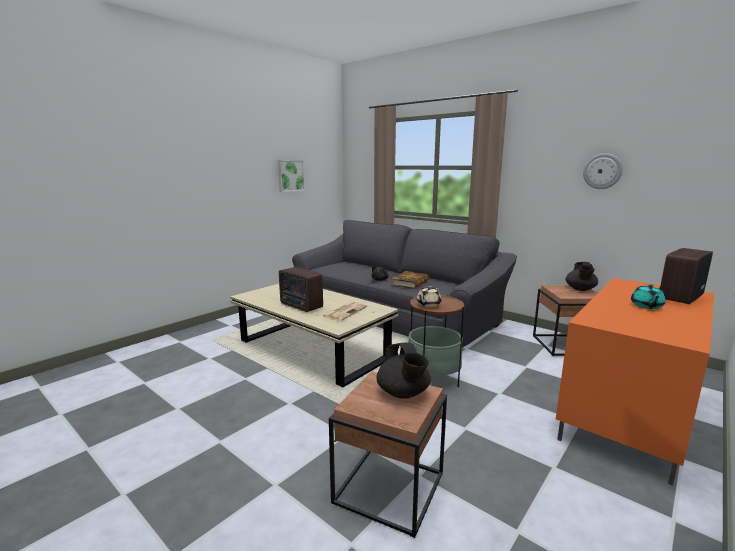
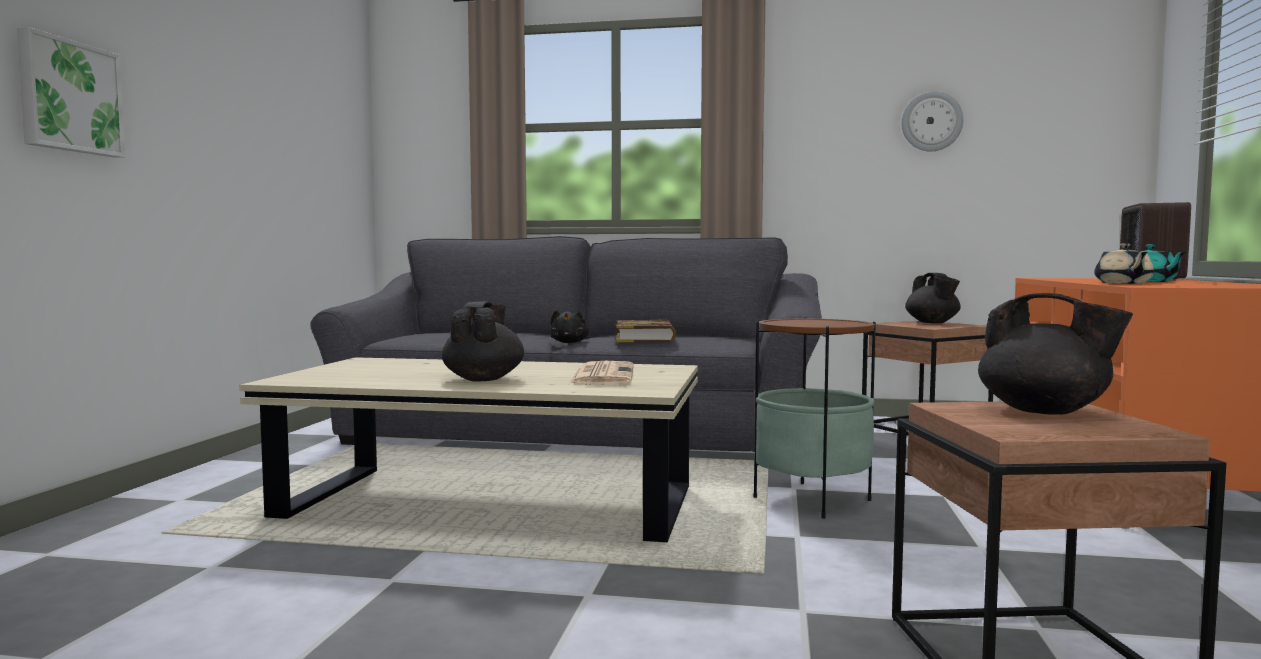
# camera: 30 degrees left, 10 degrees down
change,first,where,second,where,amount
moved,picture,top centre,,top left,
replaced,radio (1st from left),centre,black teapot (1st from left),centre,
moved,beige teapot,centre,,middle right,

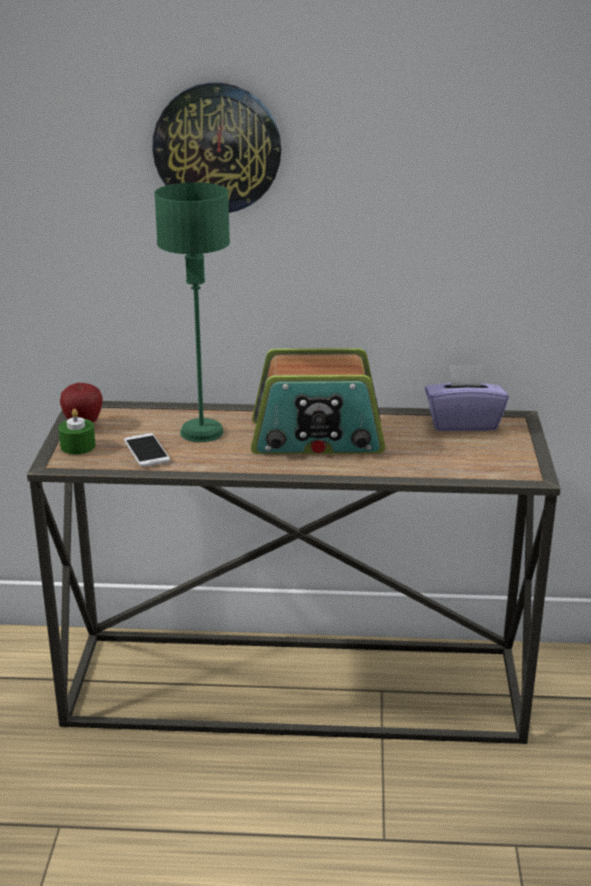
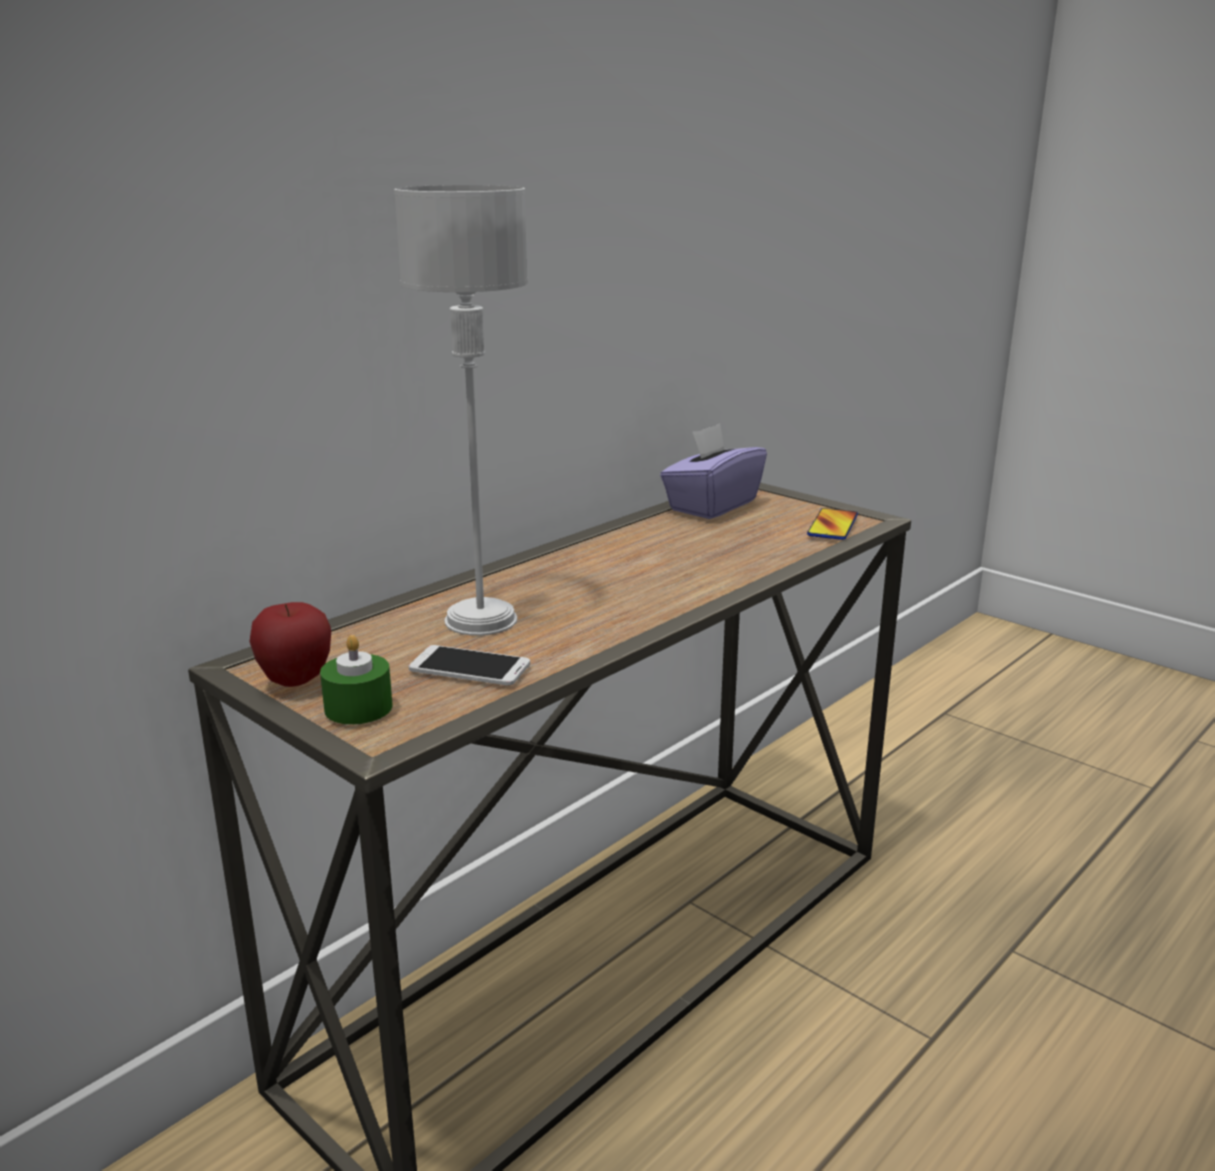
# camera: 50 degrees left, 5 degrees down
change,first,where,second,where,amount
removed,wall clock,top centre,,,
recoloured,green table lamp,middle left,grey table lamp,centre,
removed,radio,centre,,,
added,,,phone (2nd from left),middle right,

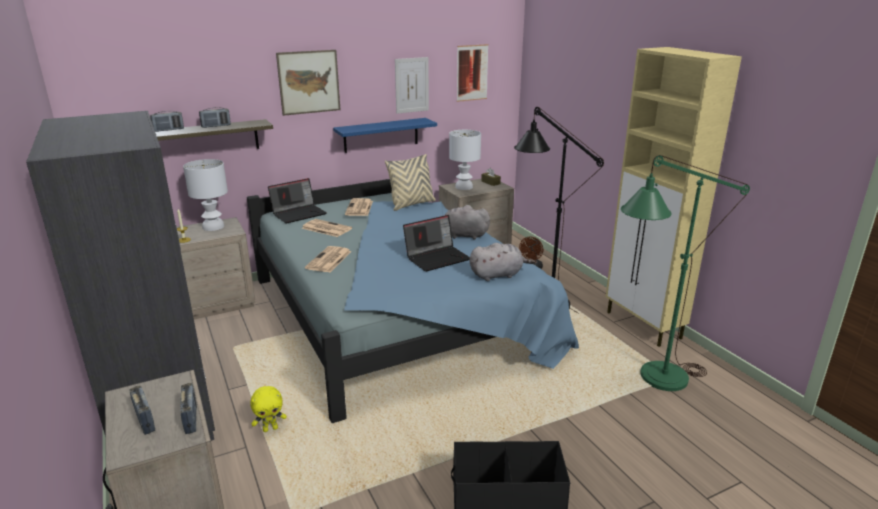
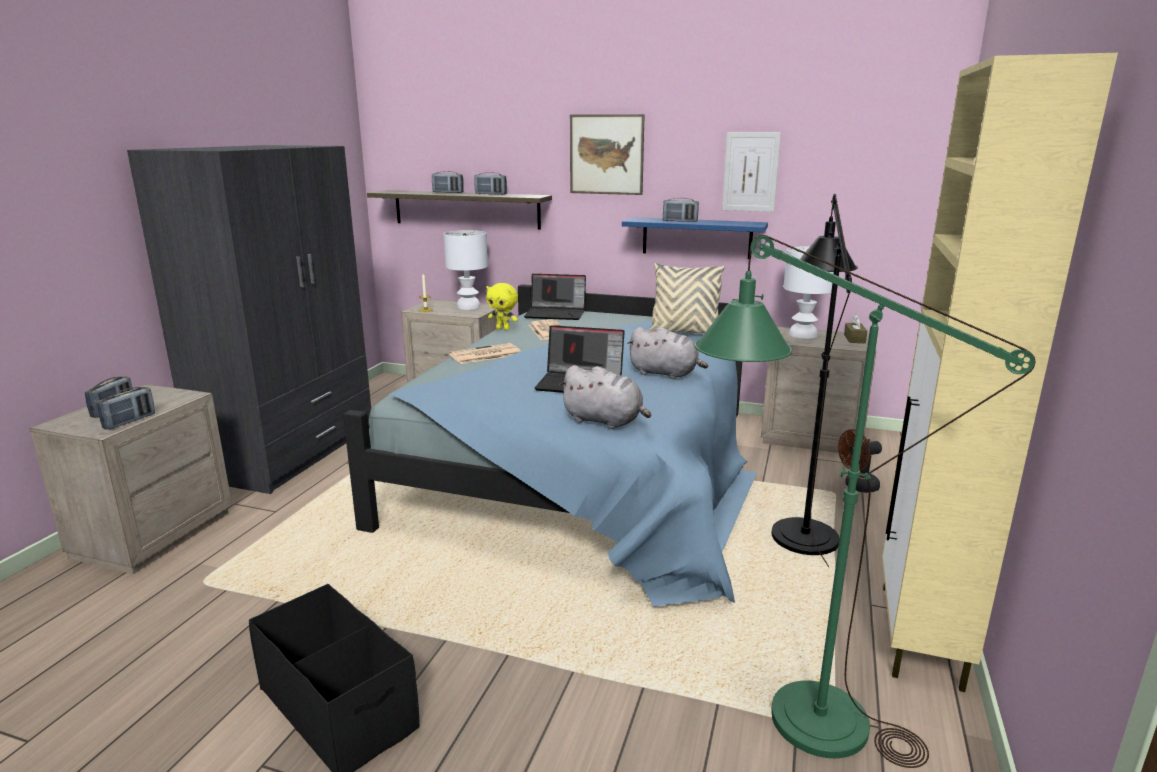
# camera: 45 degrees right, 5 degrees down
change,first,where,second,where,amount
removed,picture (3rd from left),top centre,,,
removed,newspaper (3rd from left),centre,,,
turned,grey plush toy (1st from left in the first image),centre,grey plush toy (2nd from left),centre,150 degrees clockwise
moved,yellow plush toy,bottom left,,centre,
added,,,radio (5th from left),top centre,

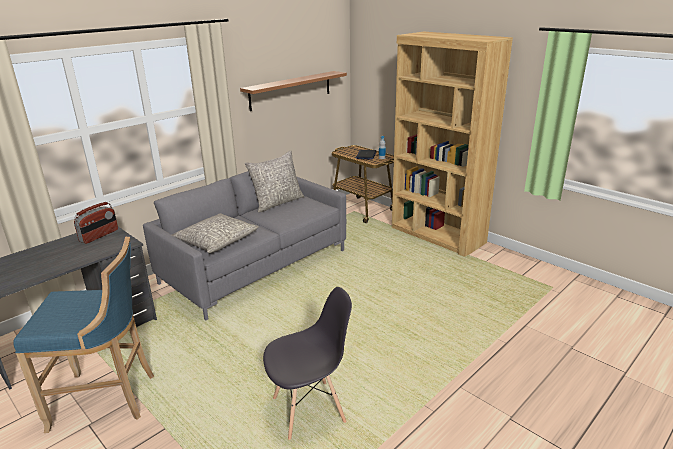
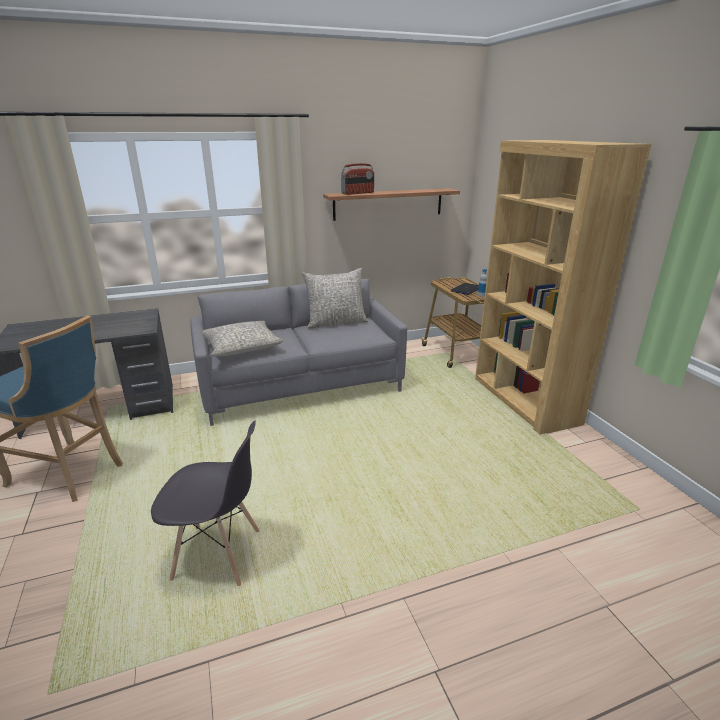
# camera: 25 degrees right, 0 degrees up
change,first,where,second,where,amount
moved,radio,middle left,,top centre,

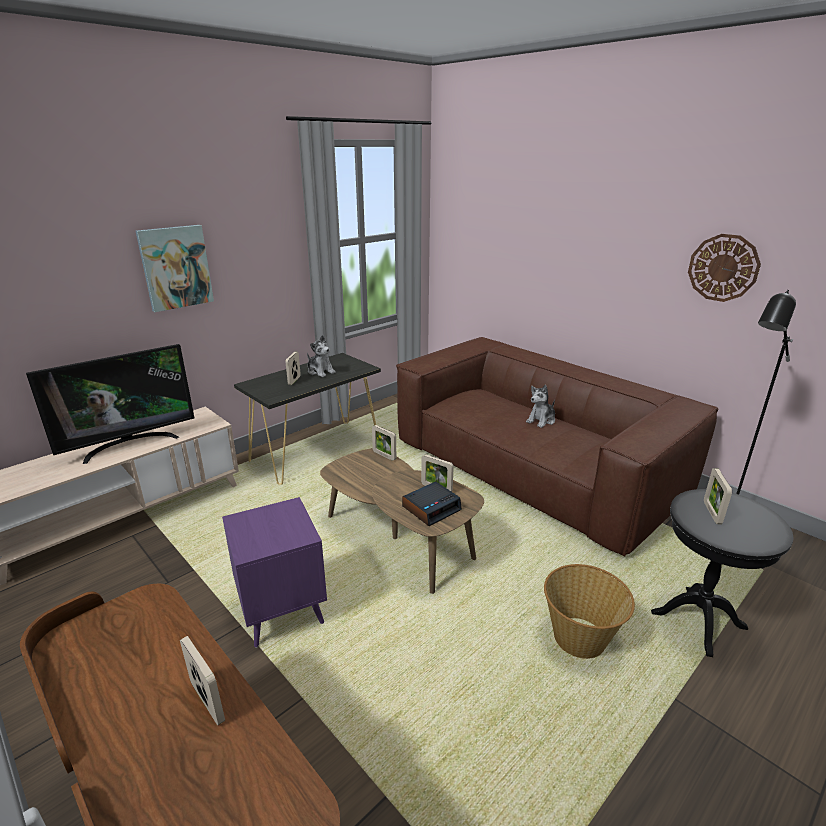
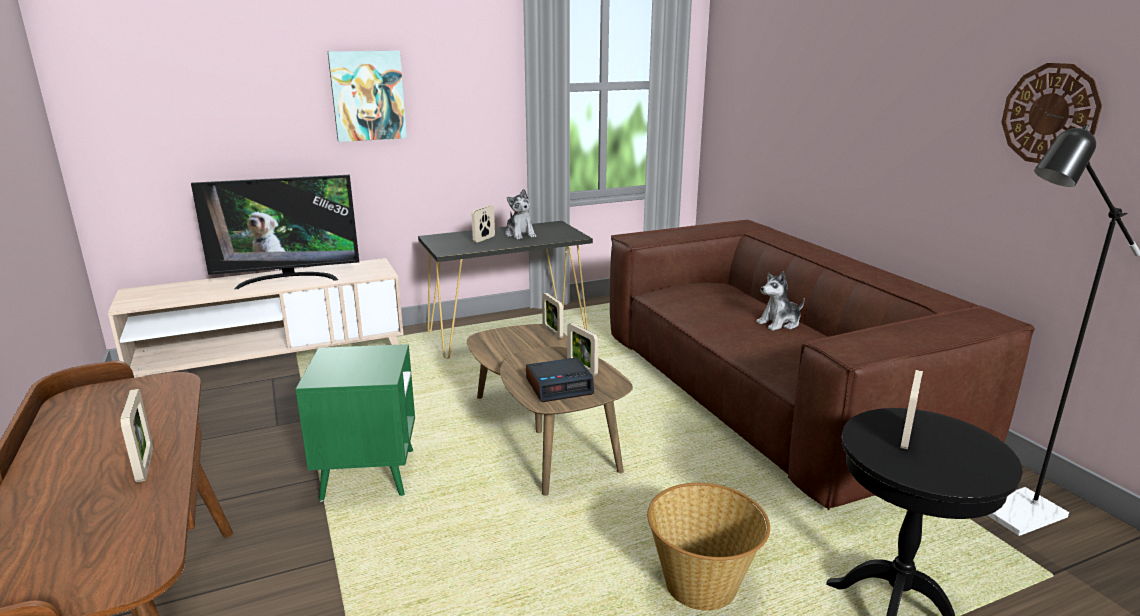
# camera: 20 degrees right, 5 degrees down
change,first,where,second,where,amount
recoloured,purple side table,bottom left,green side table,bottom left,

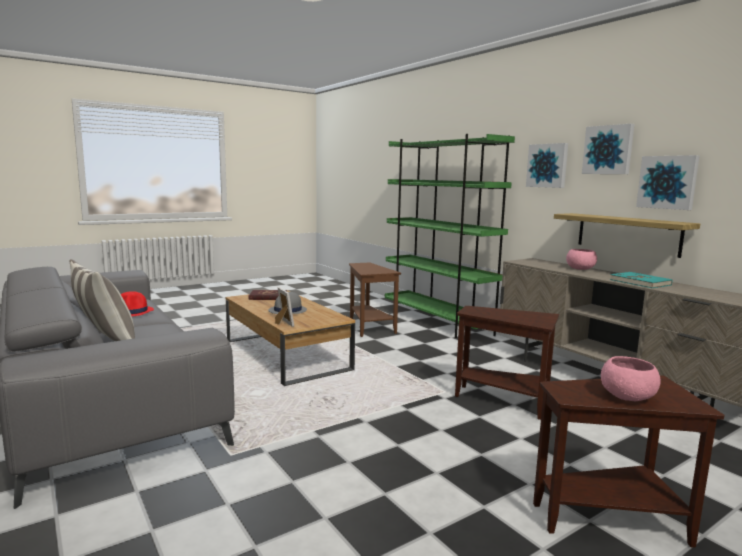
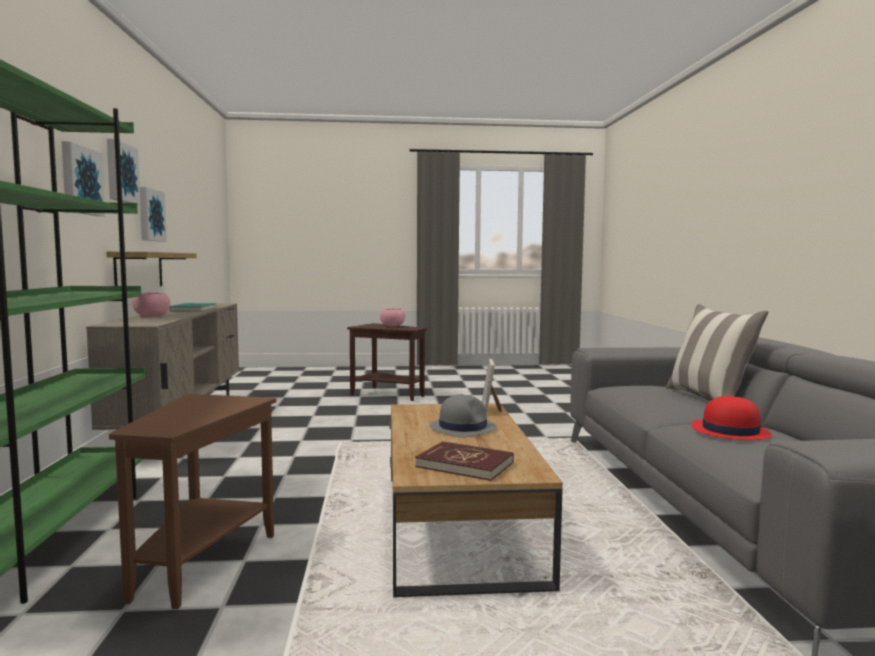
# camera: 150 degrees left, 5 degrees down
change,first,where,second,where,amount
removed,brown side table (2nd from left),middle right,,,

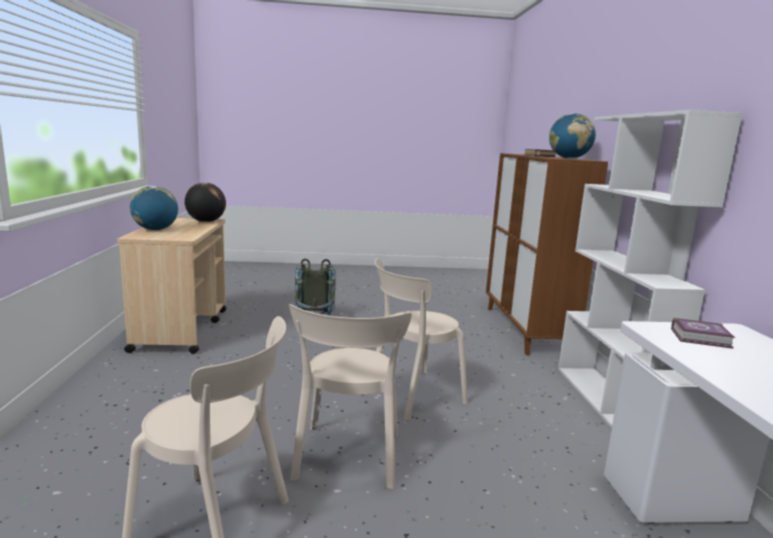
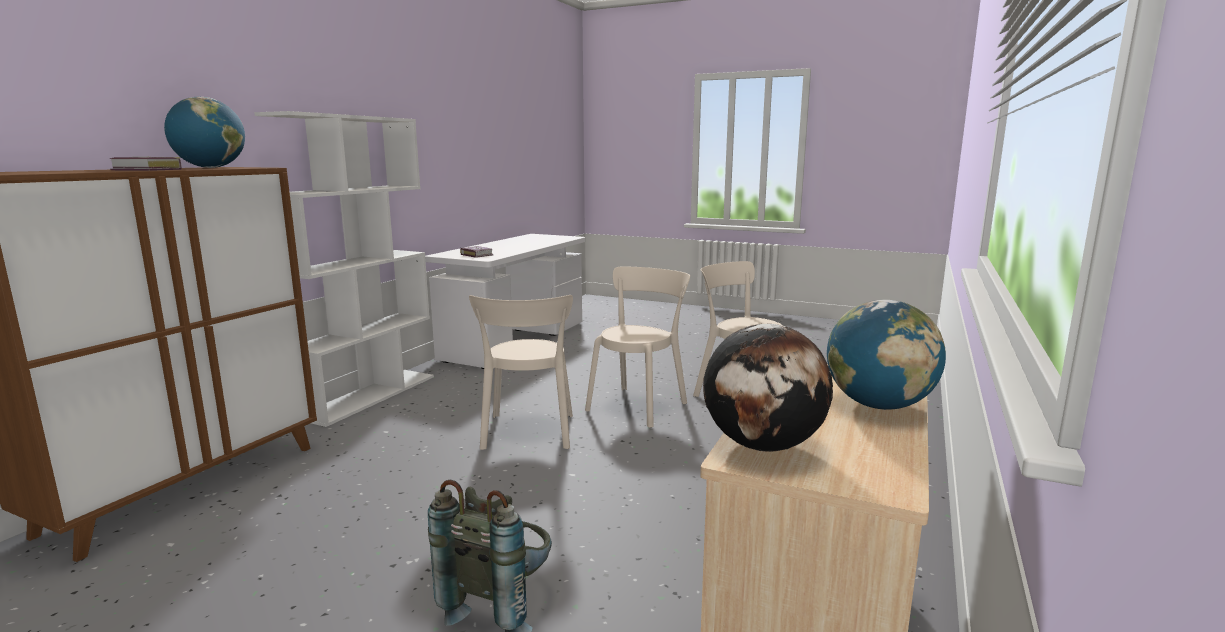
# camera: 150 degrees left, 0 degrees up
change,first,where,second,where,amount
turned,beige chair (3rd from left in the first image),centre,beige chair (1st from left),centre,90 degrees clockwise

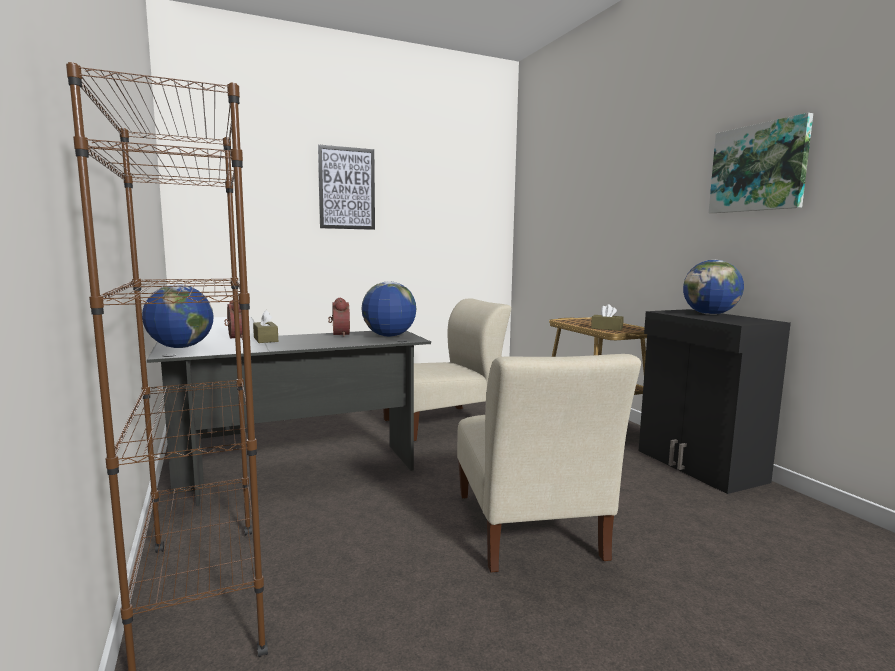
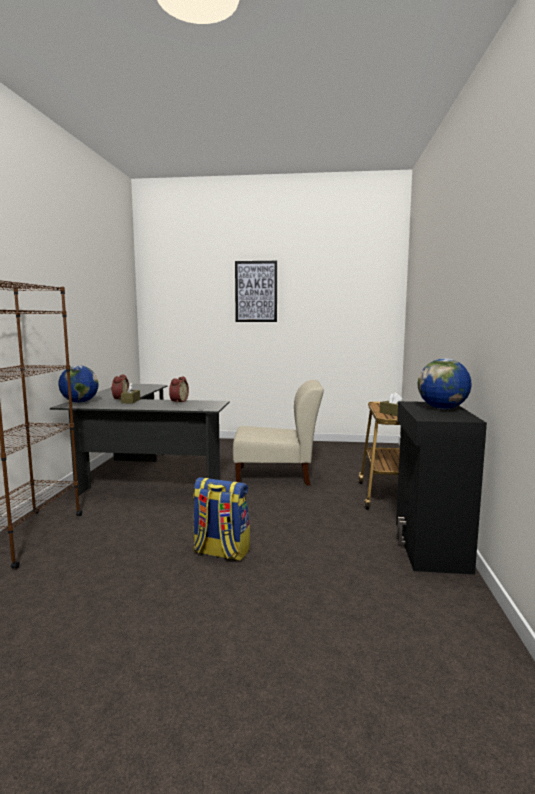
# camera: 30 degrees right, 0 degrees up
change,first,where,second,where,amount
removed,picture (2nd from left),top right,,,
removed,globe (2nd from left),centre,,,
replaced,beige chair (2nd from left),bottom centre,backpack,centre,

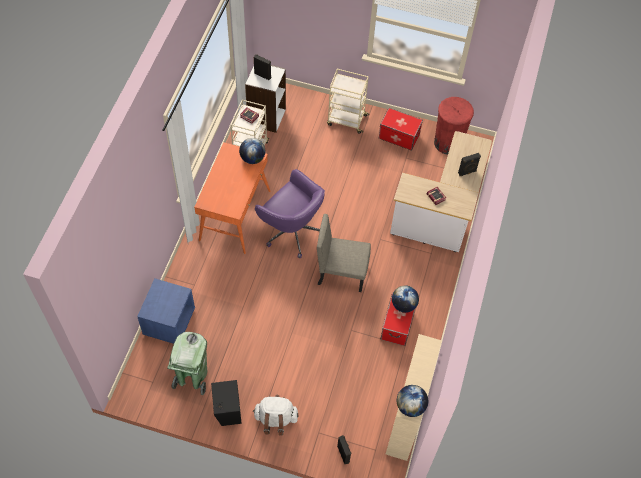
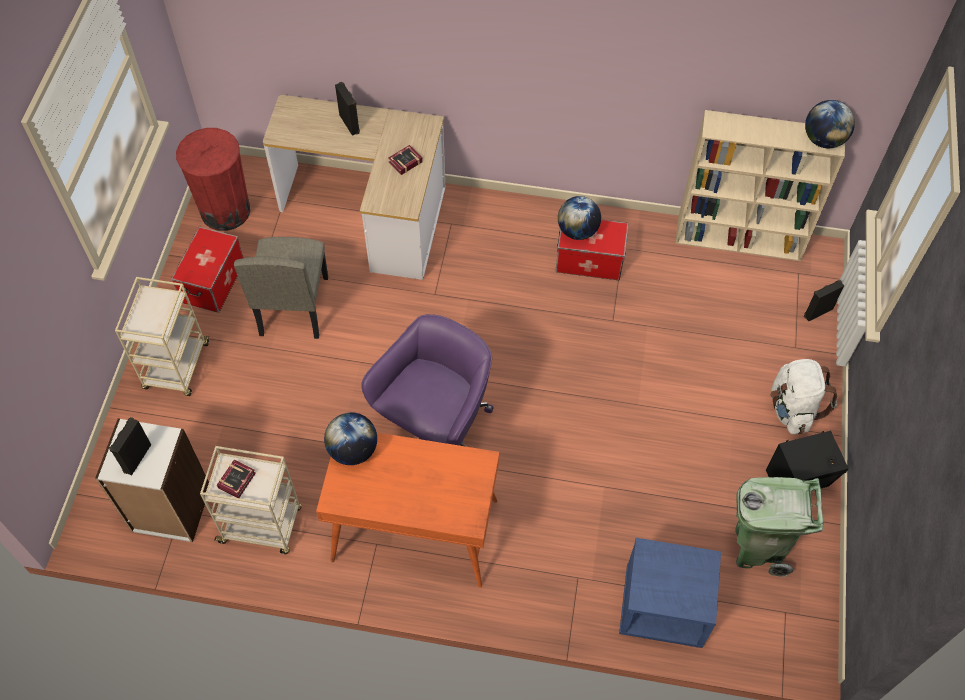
# camera: 95 degrees left, 0 degrees up
change,first,where,second,where,amount
moved,beige chair,centre,,middle left,

